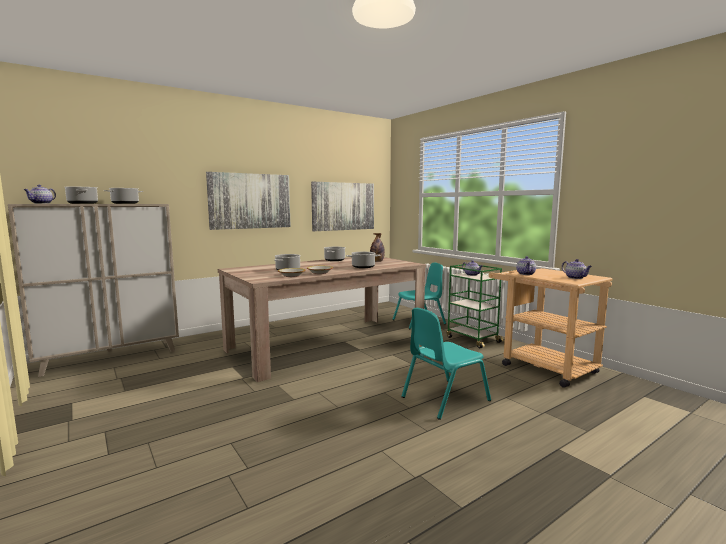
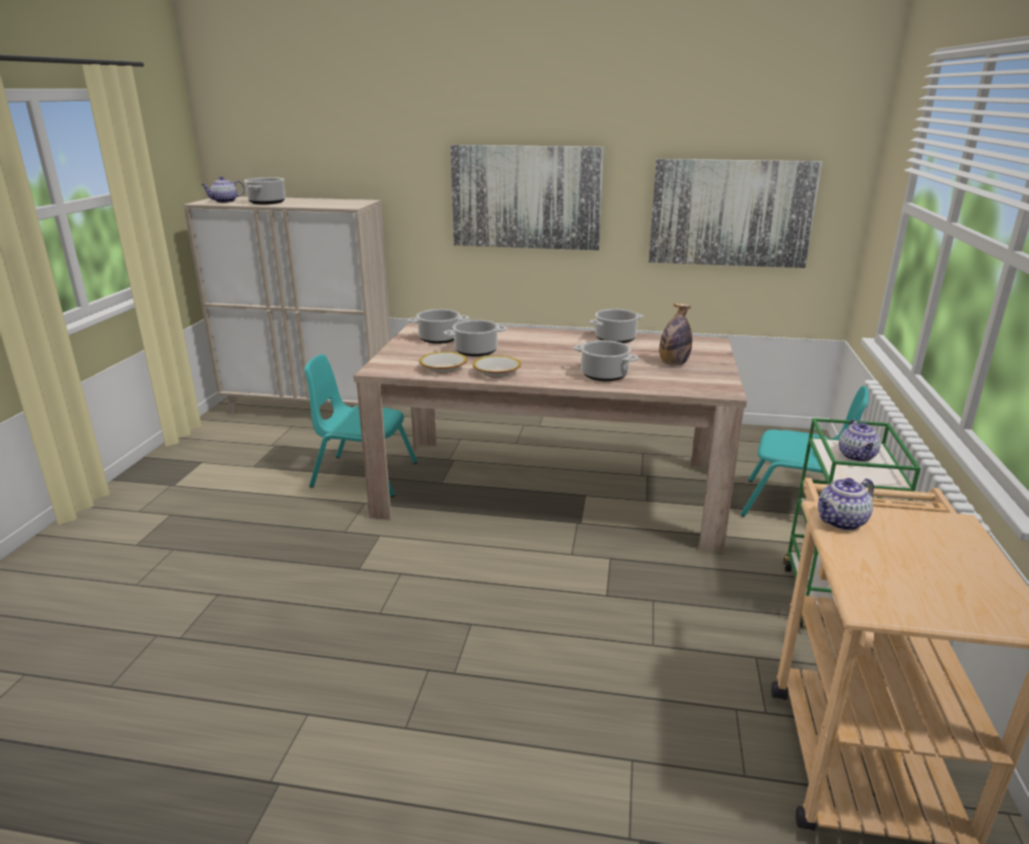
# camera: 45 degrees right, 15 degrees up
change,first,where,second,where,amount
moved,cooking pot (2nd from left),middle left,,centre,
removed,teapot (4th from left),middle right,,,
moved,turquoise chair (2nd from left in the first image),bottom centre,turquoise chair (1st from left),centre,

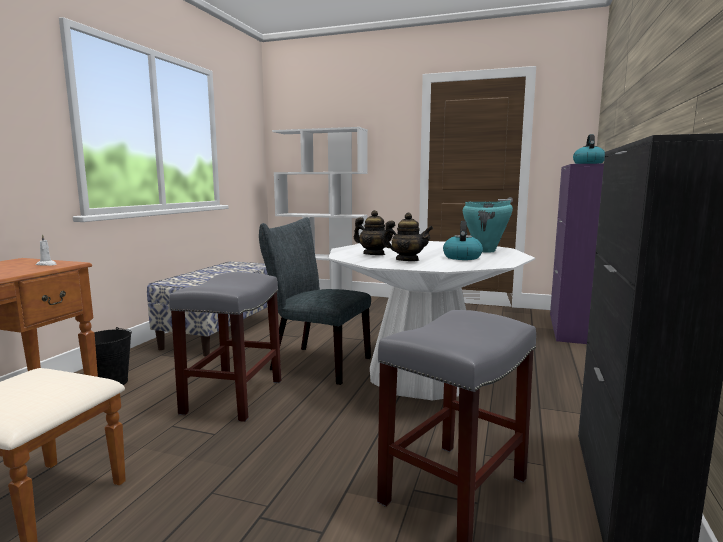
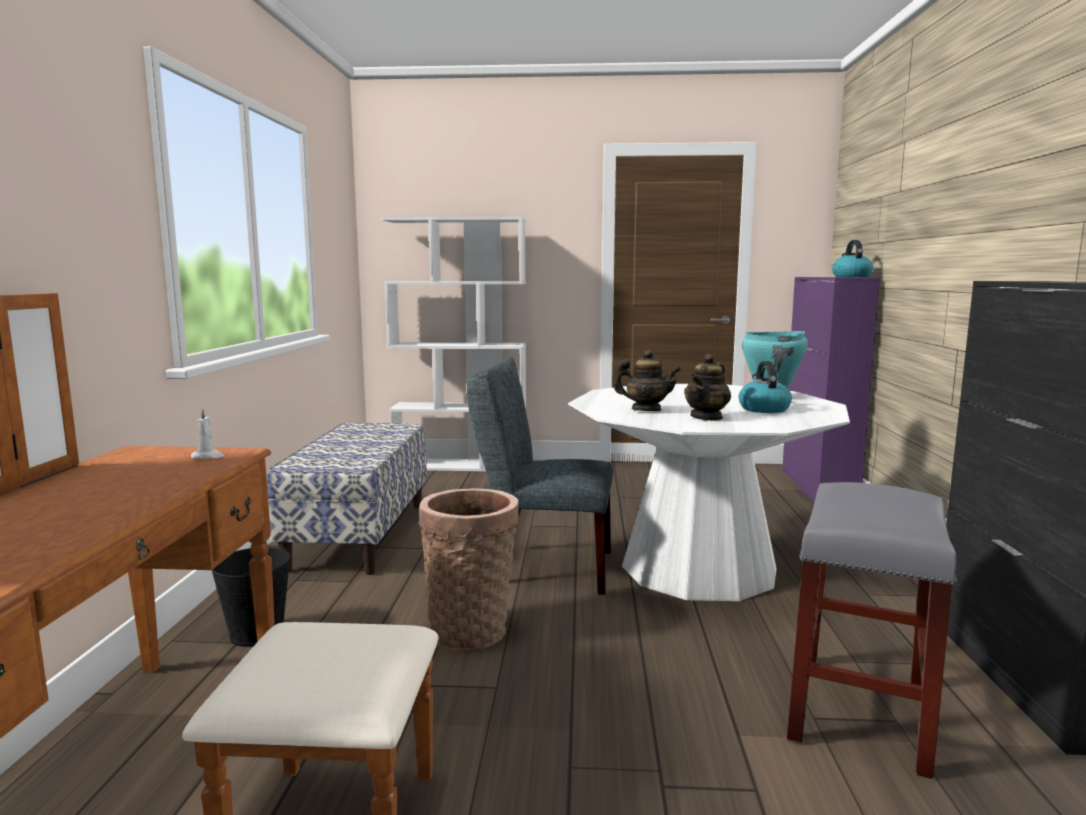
# camera: 15 degrees left, 0 degrees up
change,first,where,second,where,amount
turned,teapot (2nd from left),centre,,centre,120 degrees clockwise
replaced,grey stool (1st from left),middle left,basket,bottom centre,

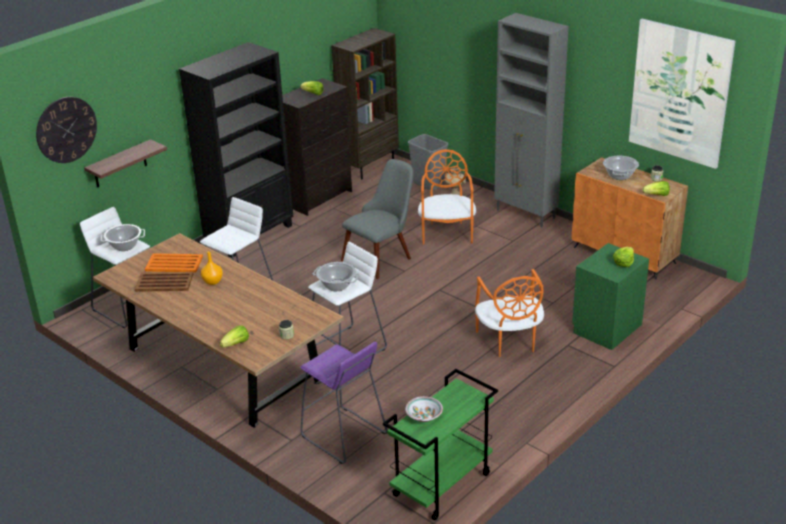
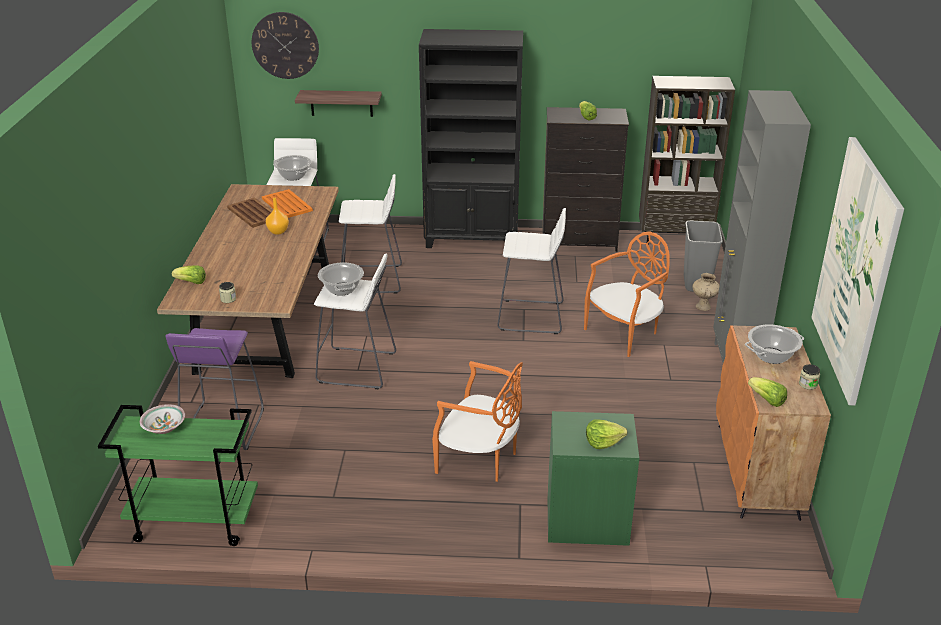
# camera: 50 degrees right, 0 degrees up
change,first,where,second,where,amount
replaced,grey chair,centre,white stool (4th from left),centre,
turned,orange chair (2nd from left in the first image),centre,orange chair (1st from left),bottom centre,105 degrees counterclockwise

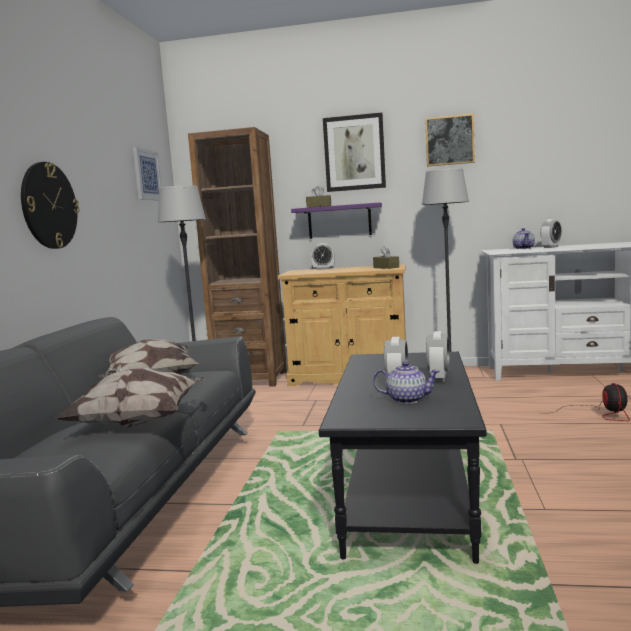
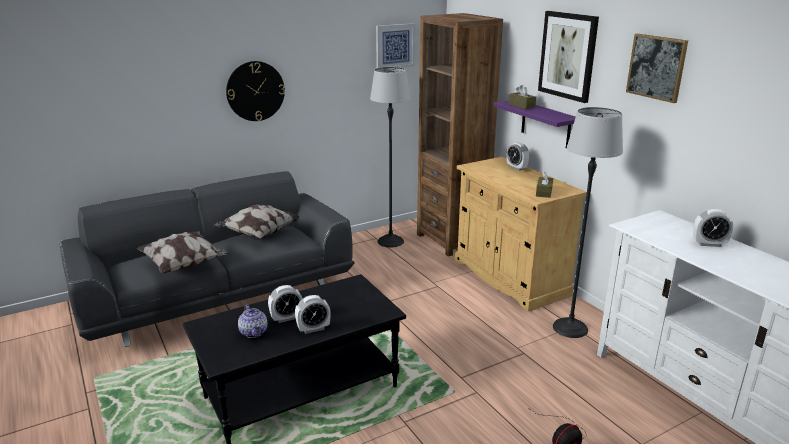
# camera: 50 degrees right, 15 degrees up
change,first,where,second,where,amount
removed,teapot (2nd from left),middle right,,,

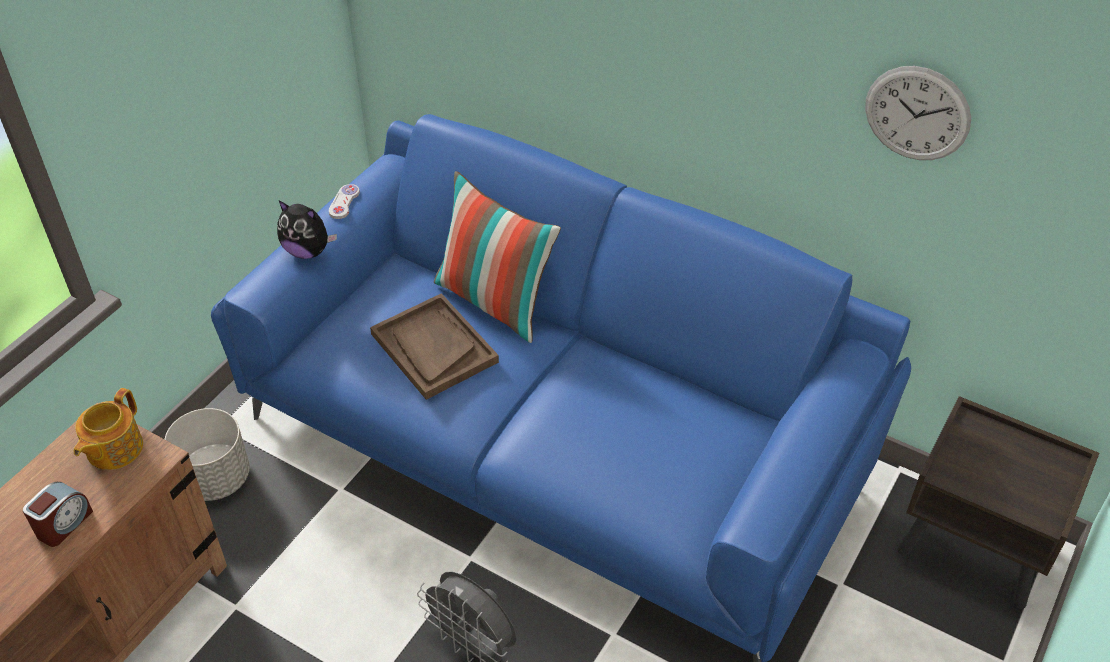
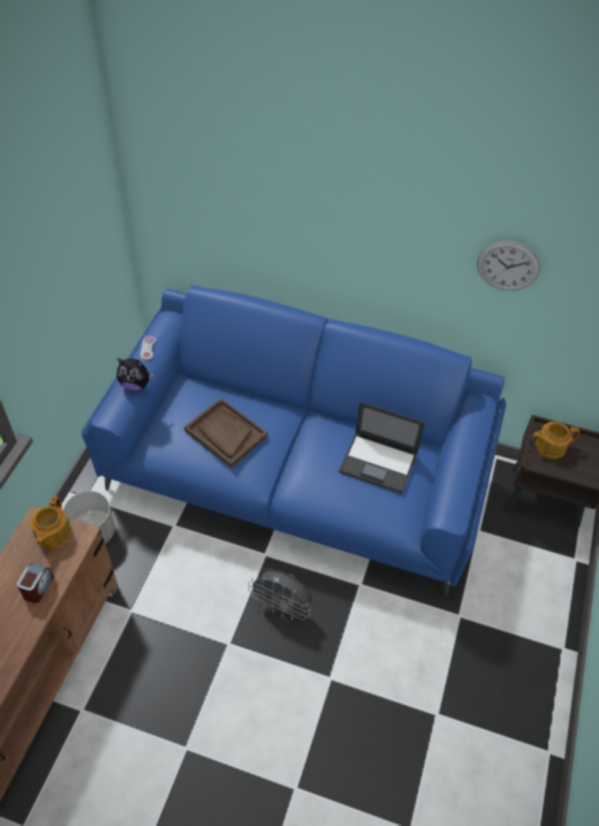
# camera: 15 degrees left, 5 degrees up
change,first,where,second,where,amount
removed,pillow,centre,,,
added,,,laptop,centre,
added,,,teapot (2nd from left),middle right,

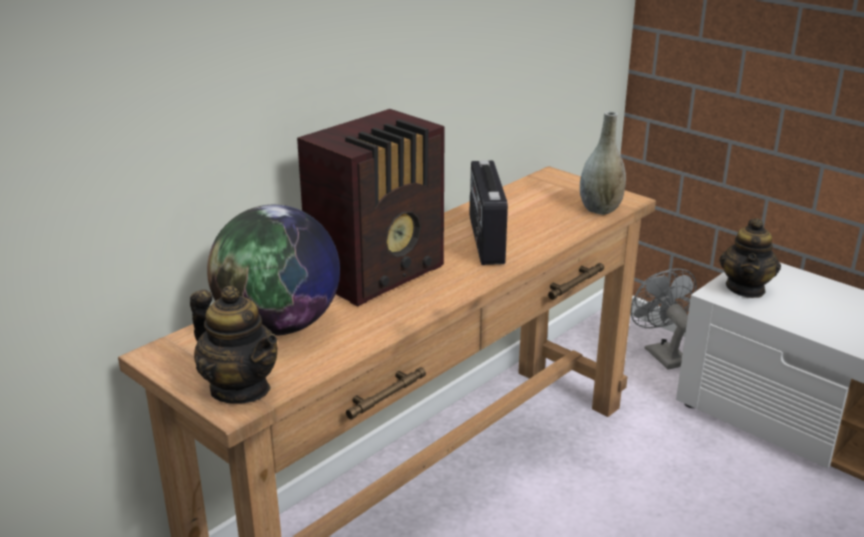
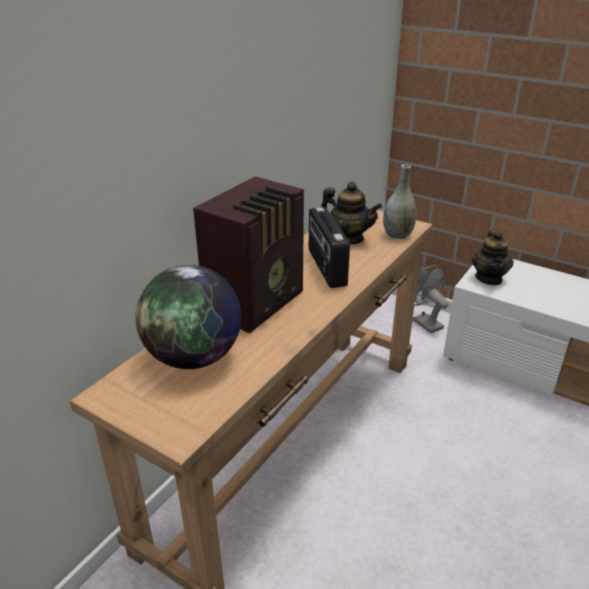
# camera: 10 degrees left, 5 degrees up
change,first,where,second,where,amount
moved,teapot (1st from left),middle left,,centre,

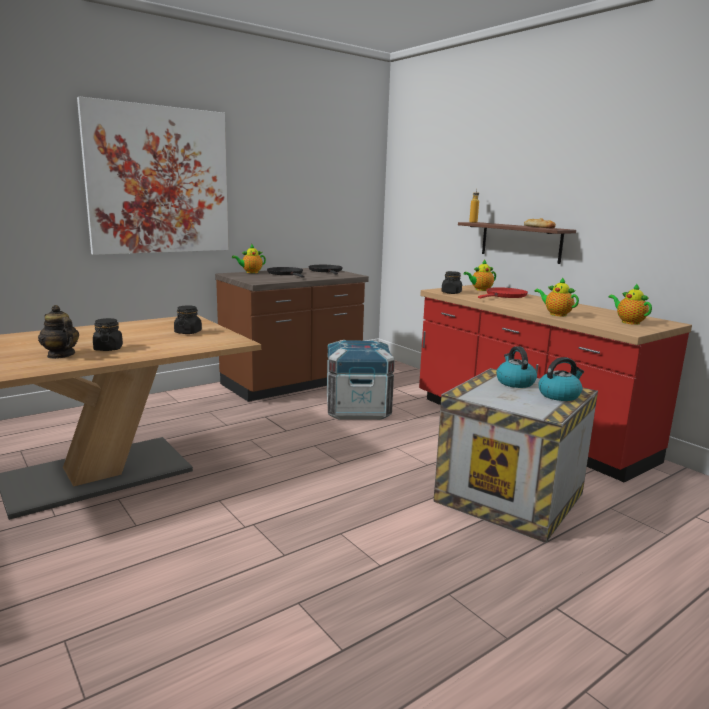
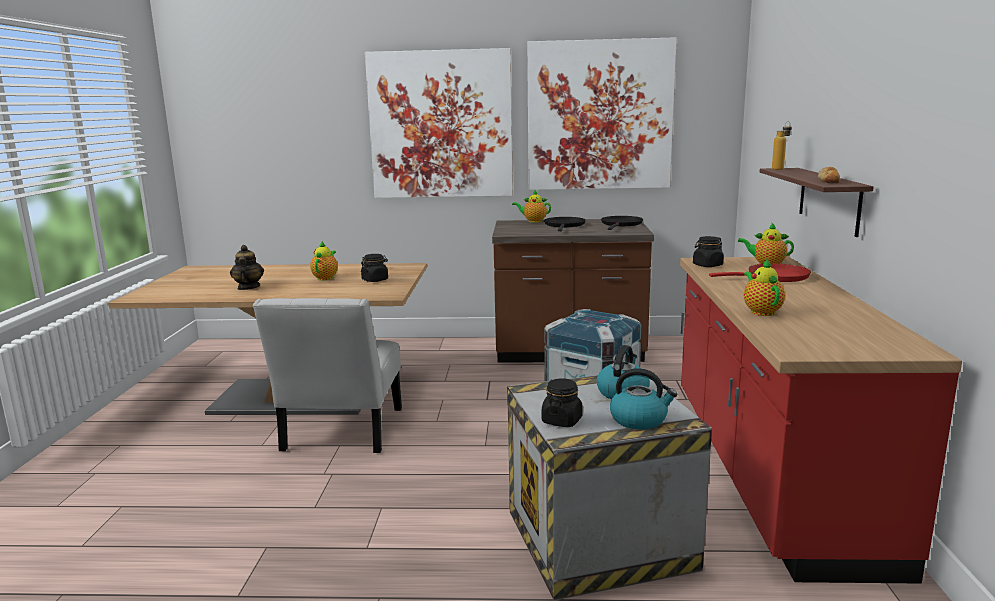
# camera: 40 degrees right, 0 degrees up
change,first,where,second,where,amount
moved,teapot (5th from left in the first image),middle right,teapot (2nd from left),middle left,
moved,black jar (1st from left in the first image),middle left,black jar (2nd from left),bottom centre,
added,,,picture (2nd from left),top centre,
added,,,white chair,middle left,

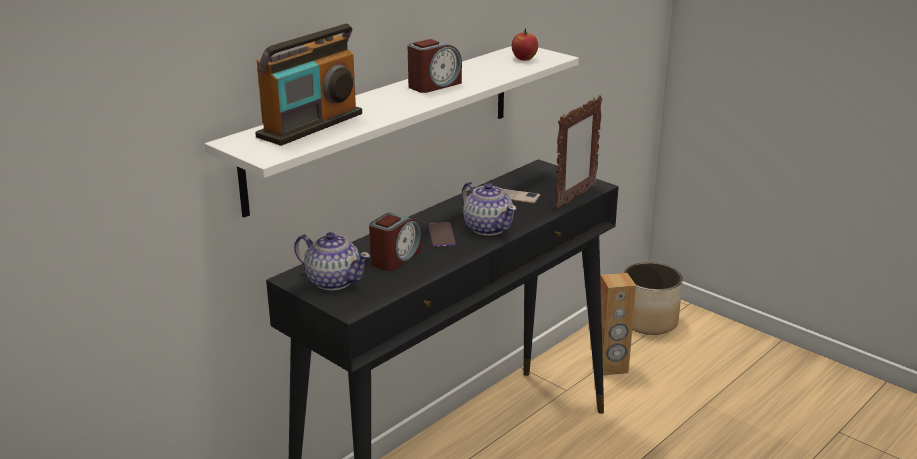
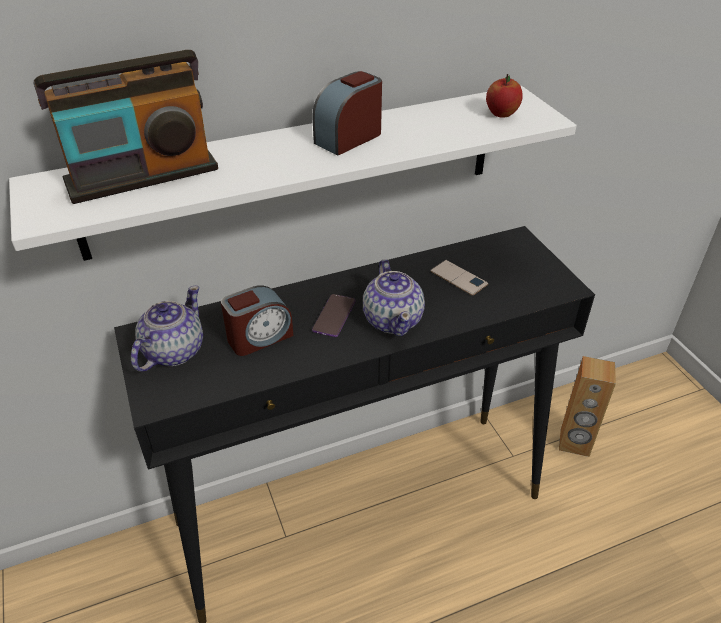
# camera: 25 degrees right, 15 degrees up
change,first,where,second,where,amount
turned,alarm clock (2nd from left),top centre,,top centre,150 degrees clockwise
removed,picture frame,top centre,,,
turned,teapot (1st from left),centre,,middle left,120 degrees counterclockwise
removed,planter,middle right,,,

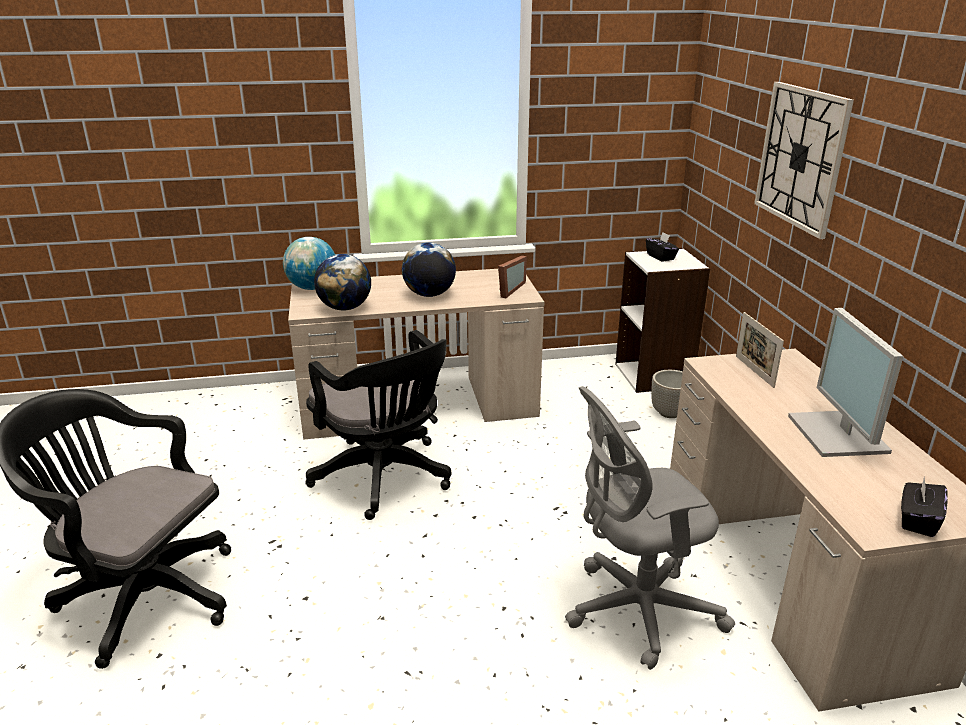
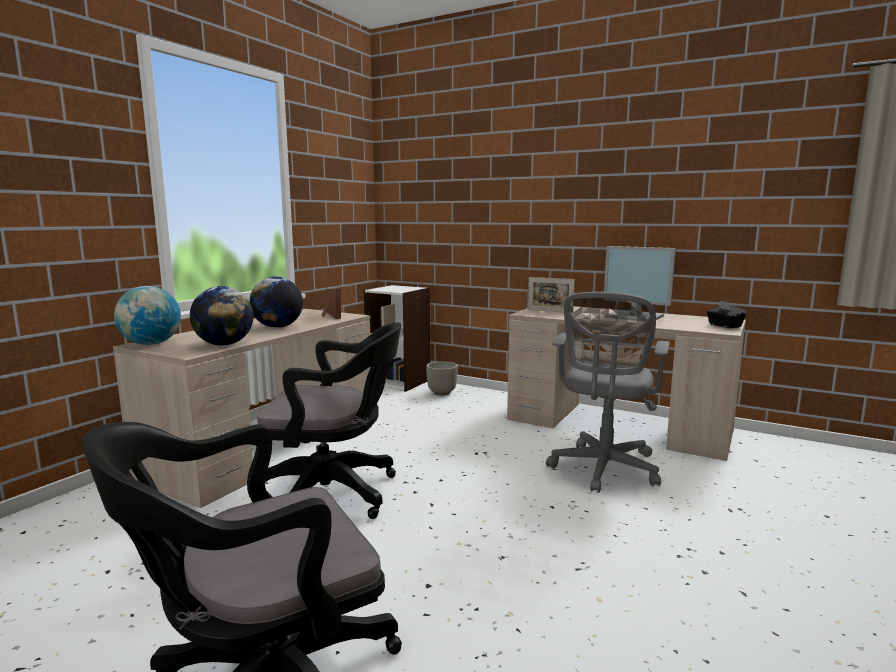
# camera: 50 degrees left, 15 degrees down
change,first,where,second,where,amount
removed,wall clock,top right,,,
removed,black tissue box (1st from left),middle right,,,

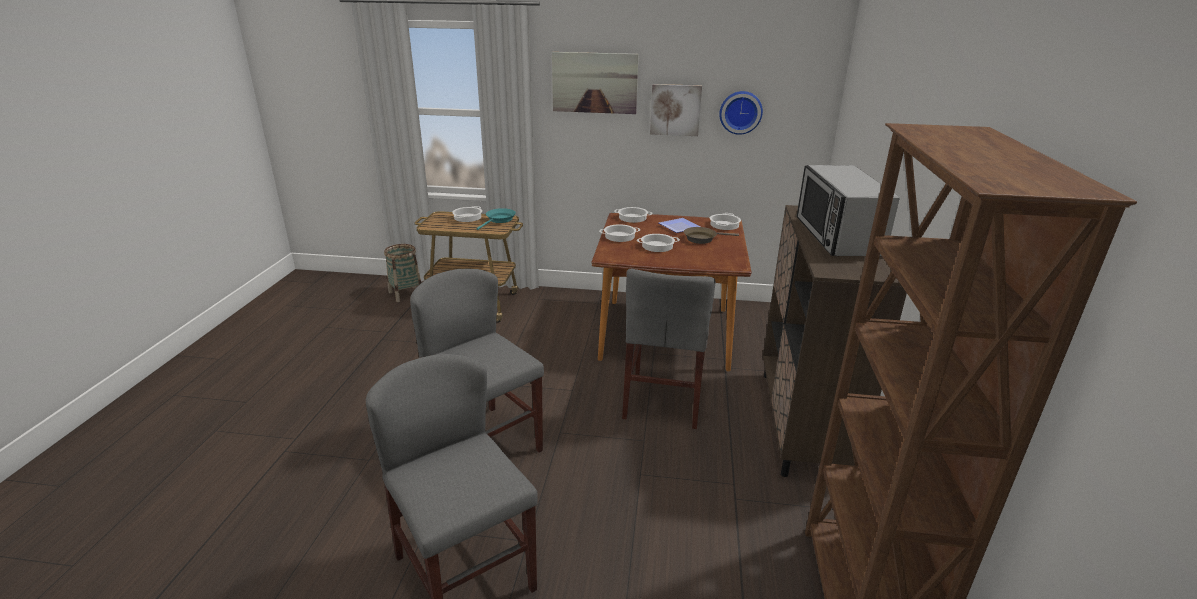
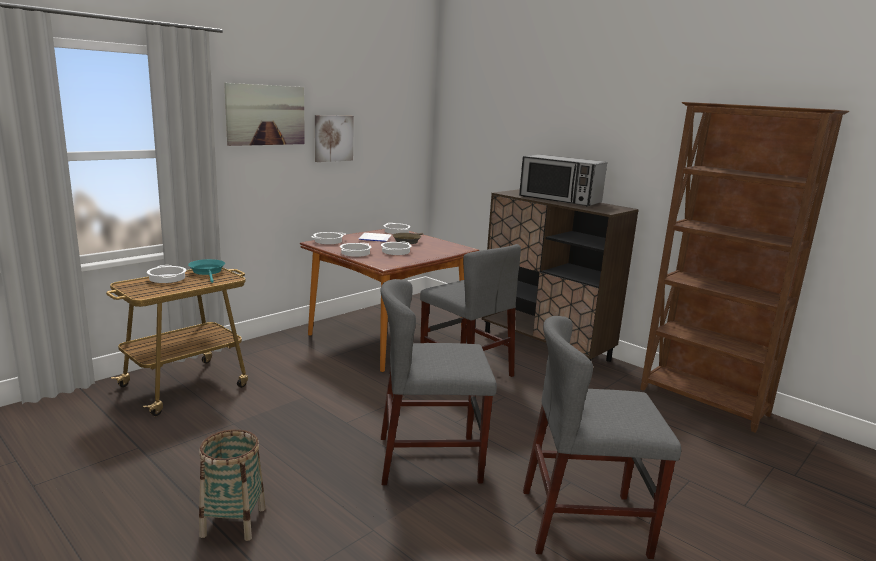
# camera: 55 degrees left, 10 degrees down
change,first,where,second,where,amount
removed,wall clock,top centre,,,
moved,basket,centre,,bottom left,

